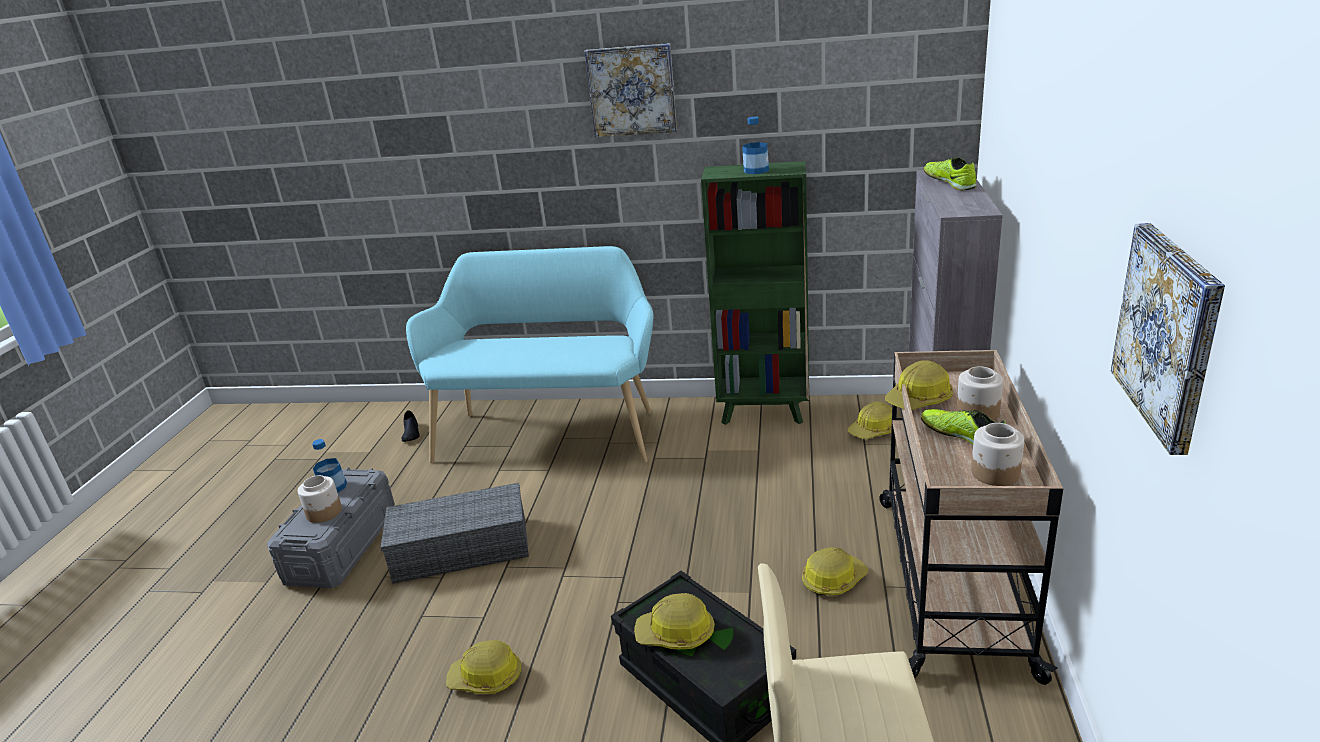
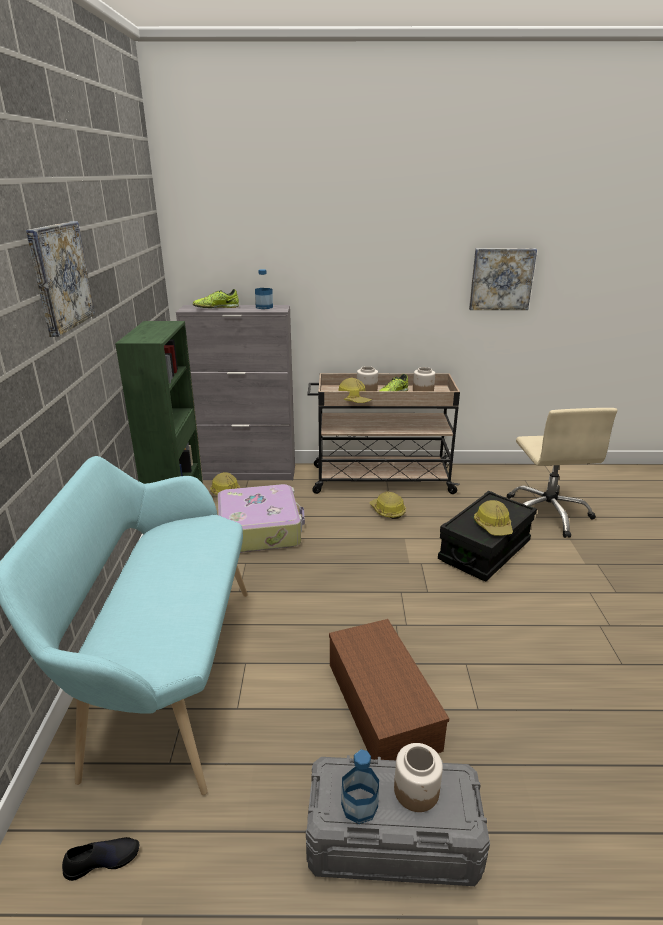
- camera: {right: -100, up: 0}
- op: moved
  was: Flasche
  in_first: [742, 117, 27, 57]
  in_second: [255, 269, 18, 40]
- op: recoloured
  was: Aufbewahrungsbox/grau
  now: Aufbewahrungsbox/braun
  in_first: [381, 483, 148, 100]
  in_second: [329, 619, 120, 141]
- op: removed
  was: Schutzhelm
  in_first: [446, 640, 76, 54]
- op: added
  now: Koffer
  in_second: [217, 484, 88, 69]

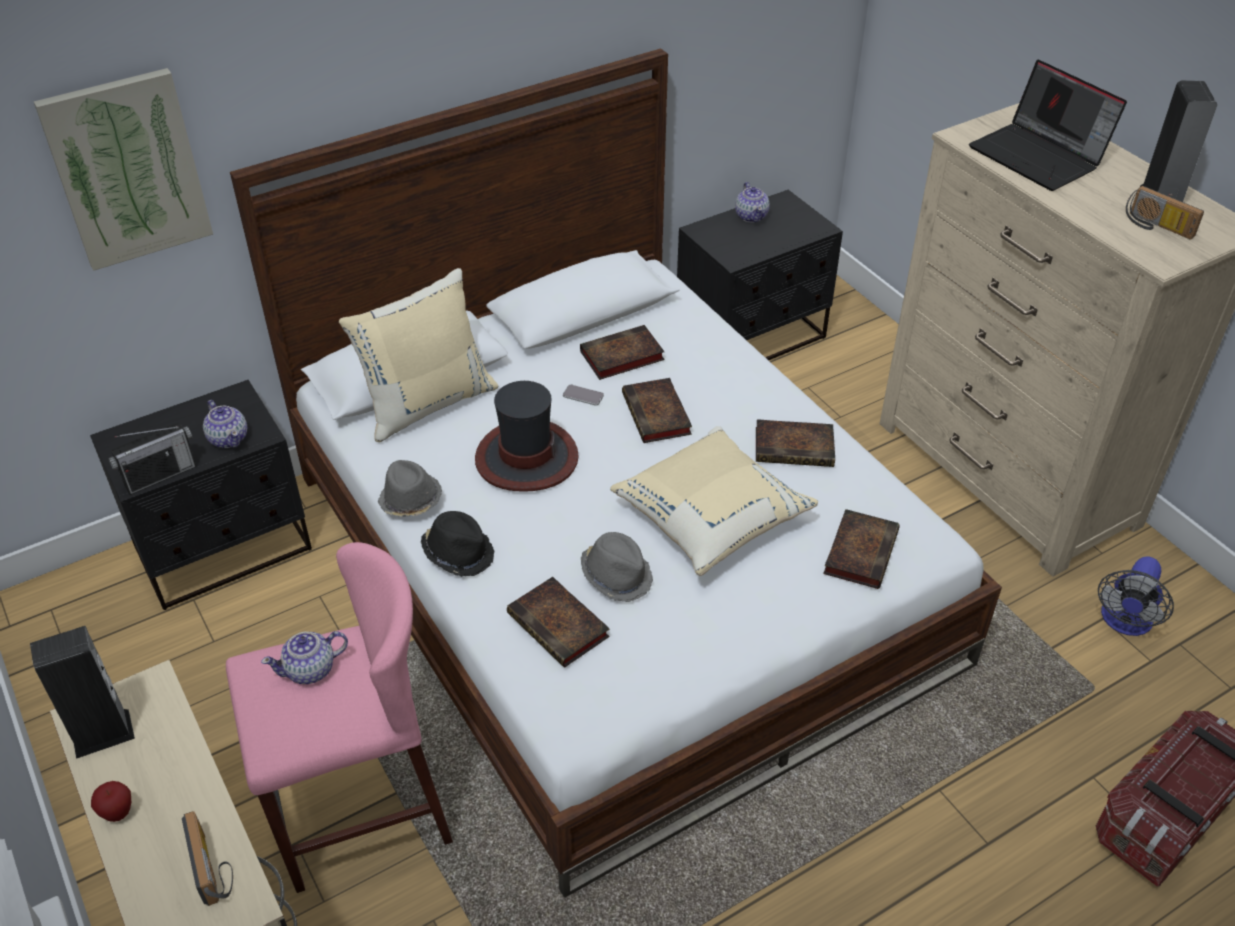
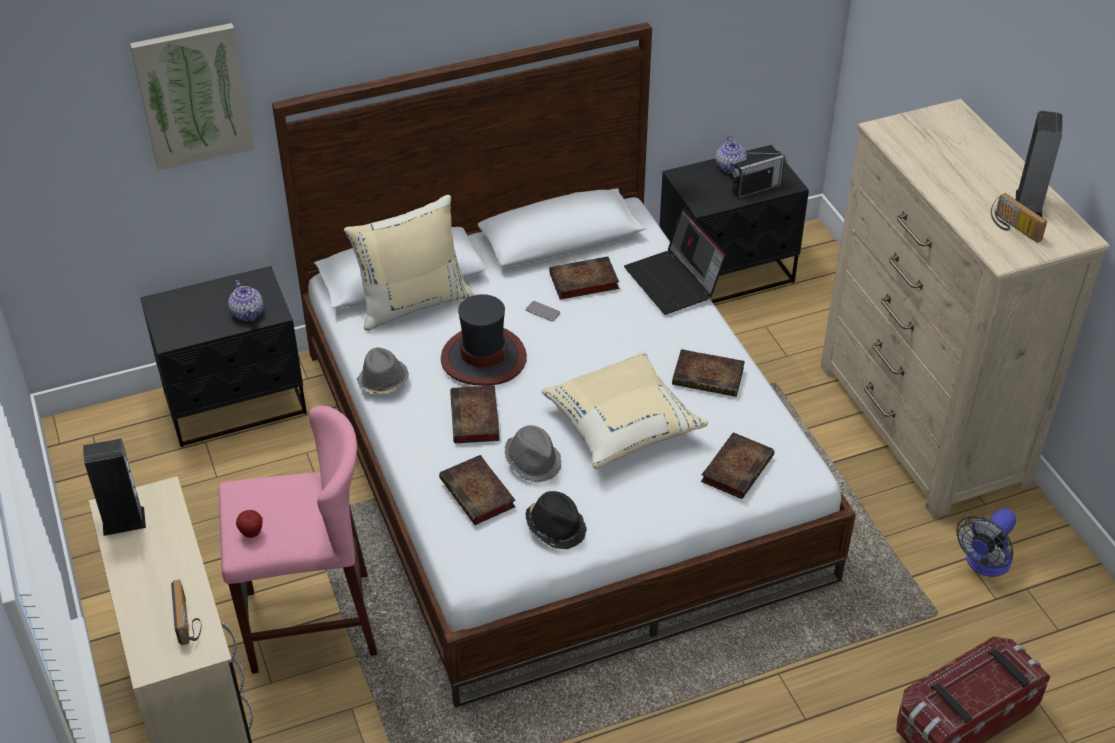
- camera: {right: 10, up: 0}
- op: moved
  was: Laptop
  in_first: [969, 60, 158, 131]
  in_second: [624, 208, 102, 107]
- op: moved
  was: Buch
  in_first: [622, 378, 70, 65]
  in_second: [450, 385, 50, 58]
- op: moved
  was: Radio
  in_first: [108, 423, 89, 72]
  in_second: [732, 151, 55, 48]
- op: moved
  was: Hut/schwarz
  in_first: [421, 511, 74, 66]
  in_second: [525, 491, 62, 58]
- op: removed
  was: Teekanne
  in_first: [261, 631, 87, 53]
- op: moved
  was: Apfel
  in_first: [91, 781, 40, 41]
  in_second: [236, 510, 27, 28]

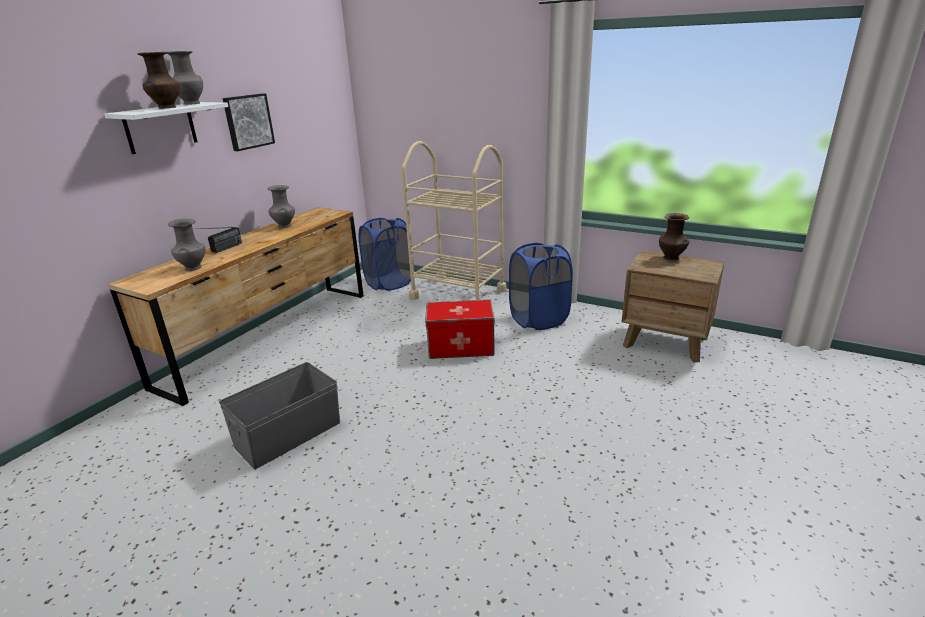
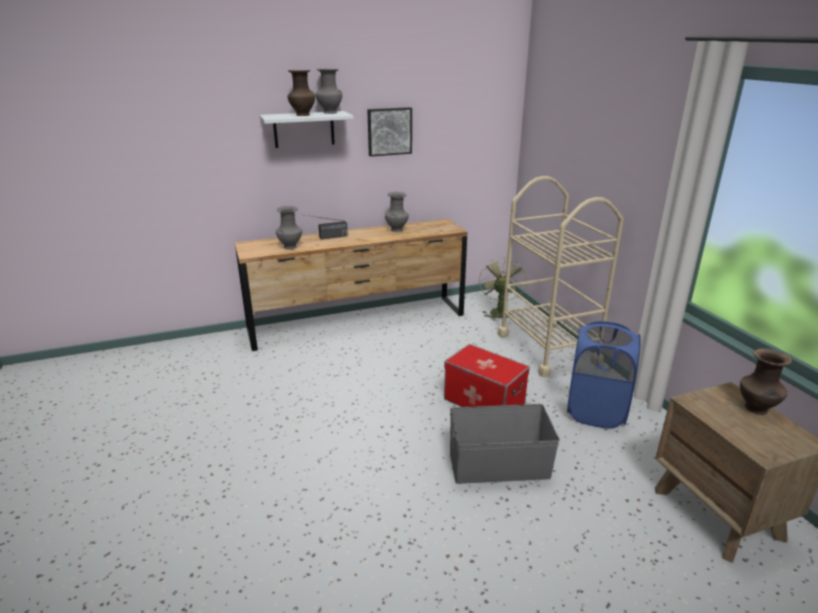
- camera: {right: 40, up: 0}
- op: replaced
  was: Wäschekorb/blau
  now: Ventilator/grün
  in_first: [359, 218, 55, 73]
  in_second: [479, 257, 48, 64]
- op: moved
  was: Aufbewahrungsbox/grau
  in_first: [219, 362, 121, 107]
  in_second: [450, 404, 110, 80]

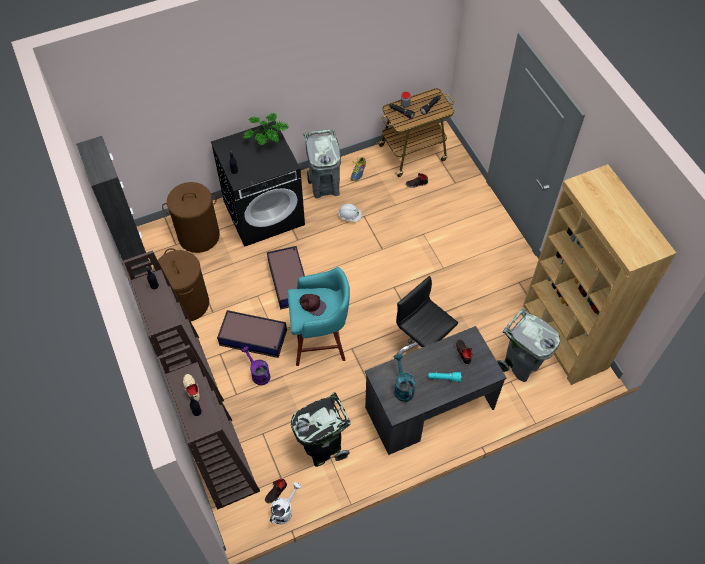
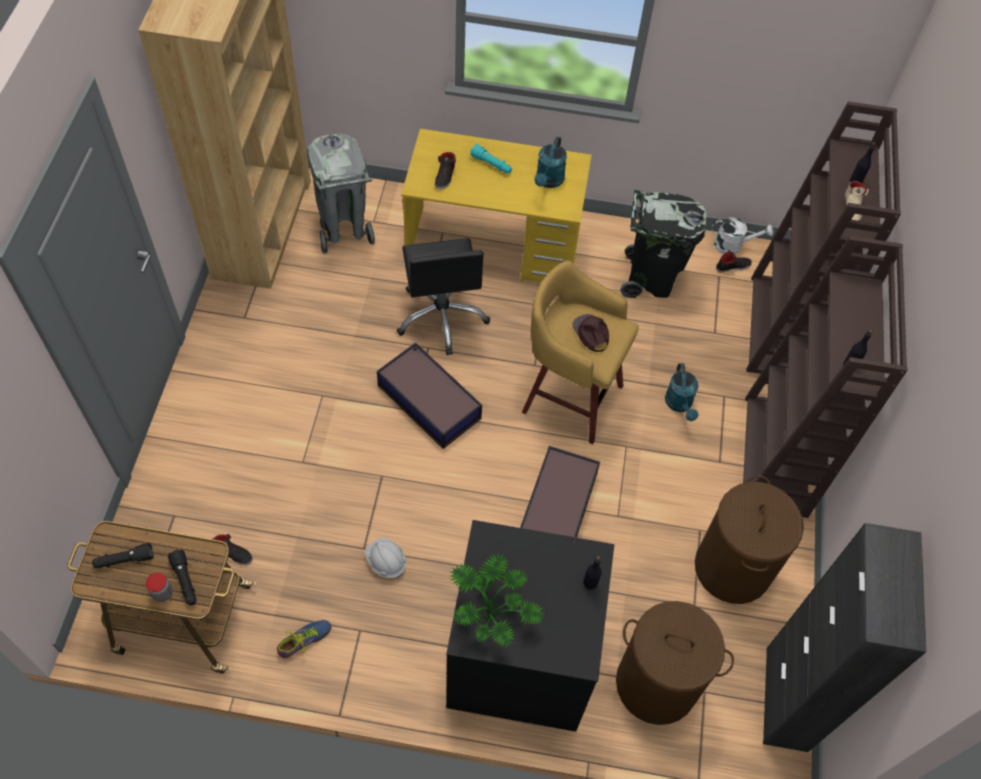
- camera: {right: -150, up: 0}
- op: removed
  was: Mülleimer/grau
  in_first: [303, 129, 38, 70]
- op: recoloured
  was: Hocker/türkis
  now: Hocker/gelb
  in_first: [288, 267, 62, 99]
  in_second: [522, 260, 117, 184]
- op: moved
  was: Aufbewahrungsbox
  in_first: [217, 310, 70, 48]
  in_second: [377, 343, 105, 106]
- op: recoloured
  was: Schreibtisch/grau
  now: Schreibtisch/gelb
  in_first: [365, 326, 142, 129]
  in_second: [401, 128, 191, 155]
- op: recoloured
  was: Gießkanne/lila
  now: Gießkanne/türkis
  in_first: [242, 346, 28, 39]
  in_second: [665, 363, 34, 58]
- op: turned
  was: Gießkanne/weiß
  in_first: [270, 482, 31, 43]
  in_second: [712, 217, 61, 37]
  clockwise: -150

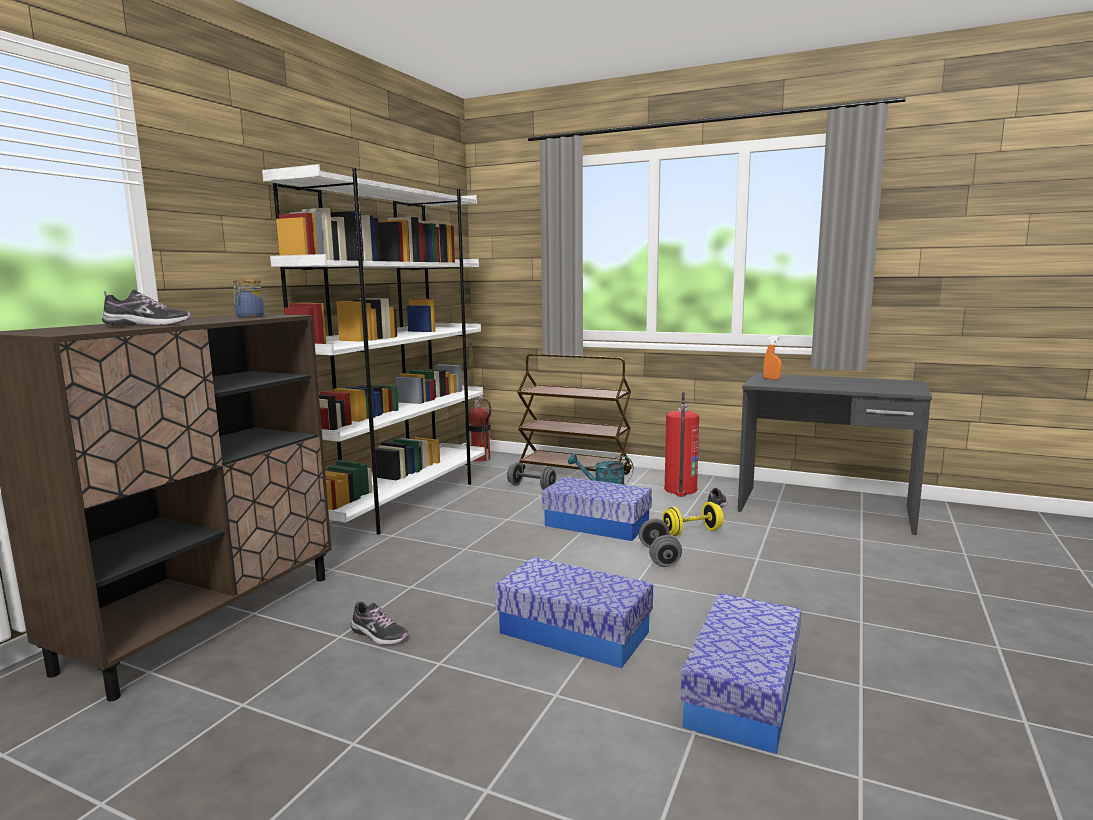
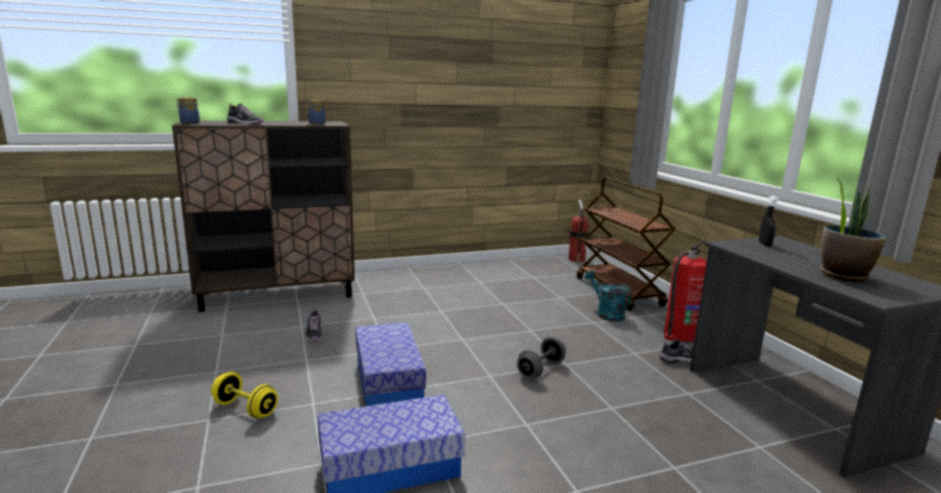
- camera: {right: 45, up: 5}
- op: removed
  was: Bücherregal/weiß
  in_first: [262, 164, 223, 371]
- op: recoloured
  was: Sprühflasche/orange
  now: Sprühflasche/schwarz
  in_first: [763, 336, 19, 44]
  in_second: [759, 196, 20, 50]
- op: removed
  was: Hantel/grau
  in_first: [507, 462, 49, 28]
- op: removed
  was: Aufbewahrungsbox
  in_first: [542, 477, 110, 64]
- op: moved
  was: Hantel/gelb
  in_first: [662, 502, 62, 34]
  in_second: [211, 372, 67, 47]
- op: added
  now: Vorratsglas
  in_second: [176, 97, 24, 27]
- op: added
  now: Topfpflanze
  in_second: [820, 178, 66, 104]

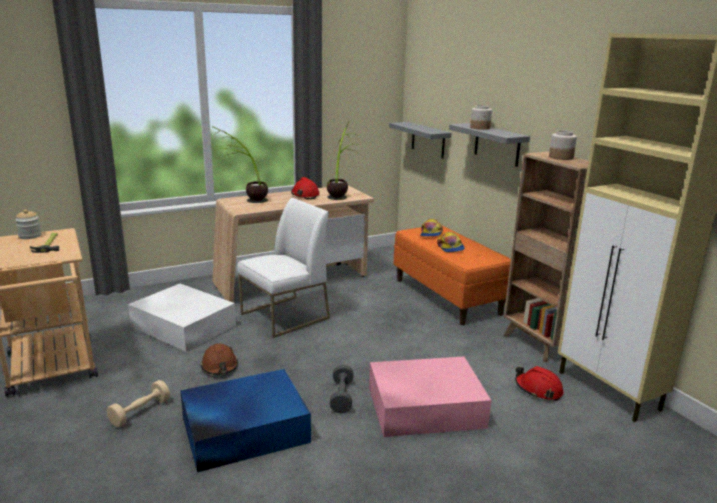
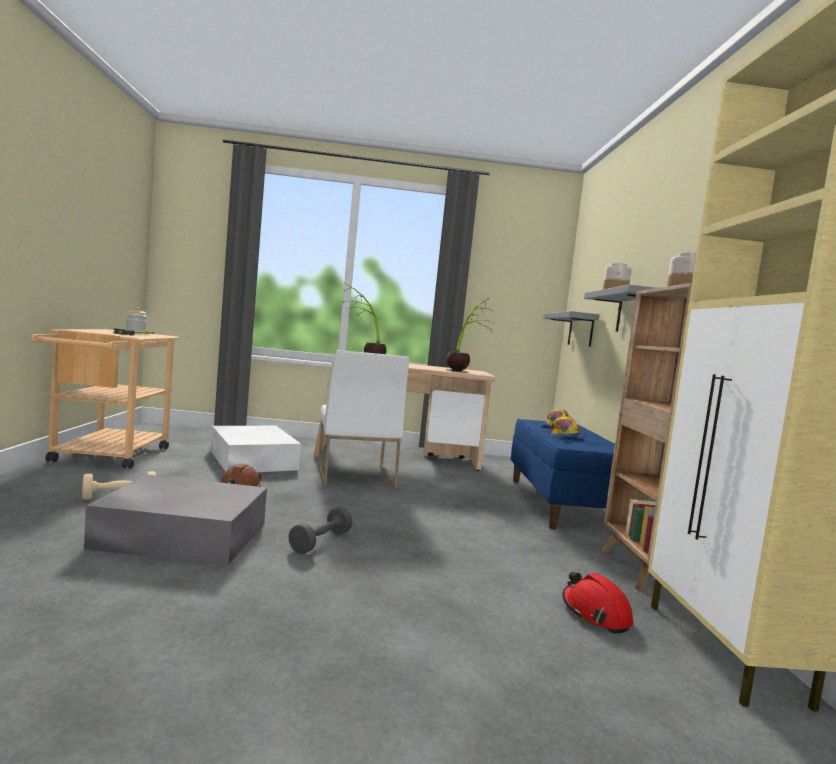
- camera: {right: 25, up: -15}
- op: removed
  was: Schutzhelm/rot
  in_first: [291, 177, 29, 22]
- op: turned
  was: Stuhl/weiß
  in_first: [237, 198, 93, 140]
  in_second: [318, 350, 91, 139]
  clockwise: 90
- op: recoloured
  was: Bank/orange
  now: Bank/blau
  in_first: [394, 226, 117, 99]
  in_second: [511, 419, 104, 110]
- op: removed
  was: Aufbewahrungsbox/rosa
  in_first: [369, 356, 123, 81]
- op: recoloured
  was: Aufbewahrungsbox/blau
  now: Aufbewahrungsbox/grau
  in_first: [180, 369, 131, 103]
  in_second: [84, 475, 183, 90]

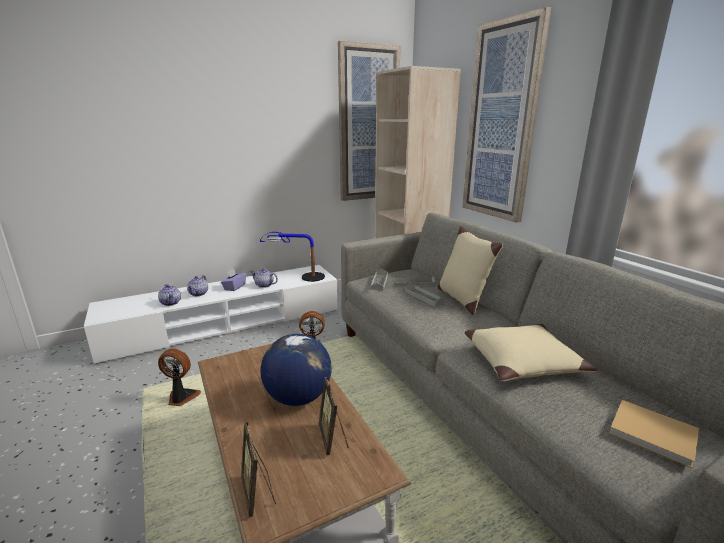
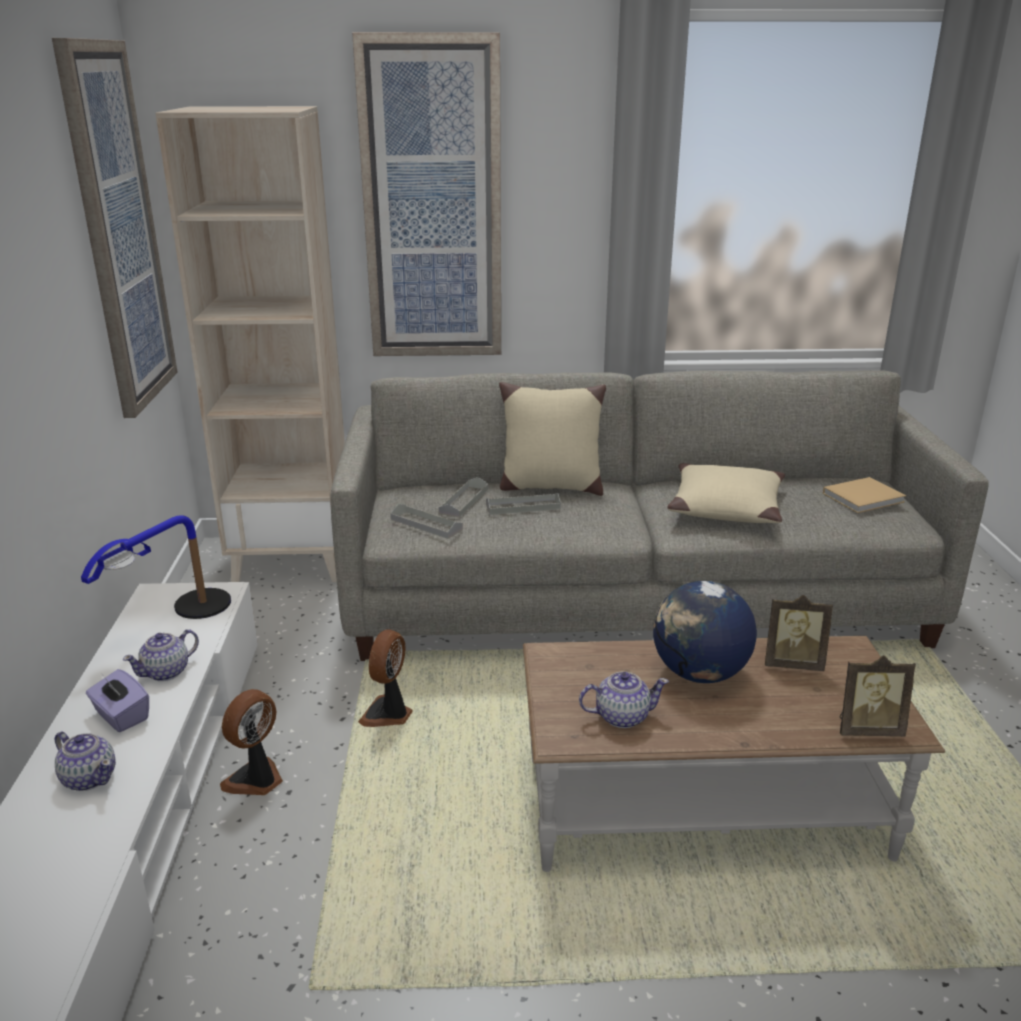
- camera: {right: -65, up: 5}
- op: moved
  was: Teekanne
  in_first: [158, 284, 23, 22]
  in_second: [579, 672, 90, 56]
- op: moved
  was: Ventilator
  in_first: [158, 349, 43, 57]
  in_second: [220, 689, 63, 106]

